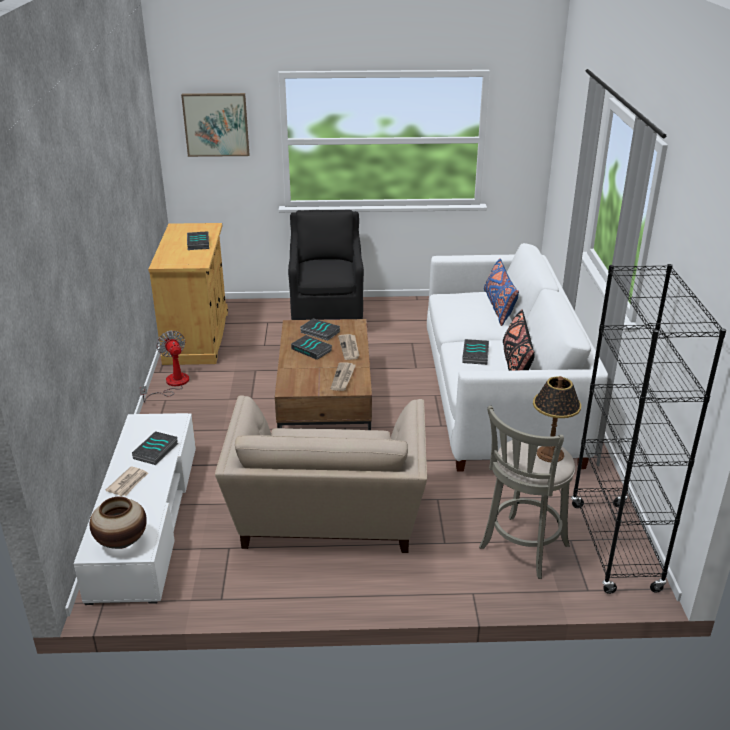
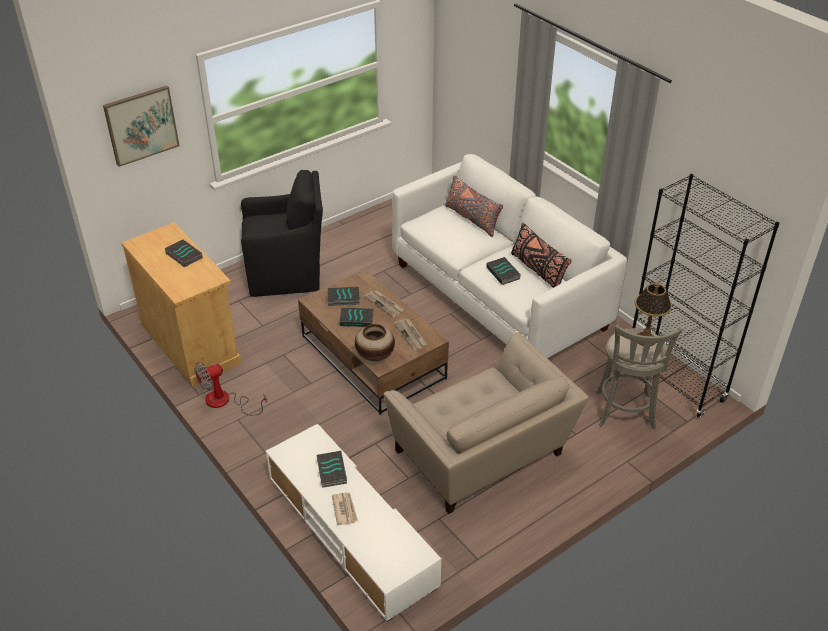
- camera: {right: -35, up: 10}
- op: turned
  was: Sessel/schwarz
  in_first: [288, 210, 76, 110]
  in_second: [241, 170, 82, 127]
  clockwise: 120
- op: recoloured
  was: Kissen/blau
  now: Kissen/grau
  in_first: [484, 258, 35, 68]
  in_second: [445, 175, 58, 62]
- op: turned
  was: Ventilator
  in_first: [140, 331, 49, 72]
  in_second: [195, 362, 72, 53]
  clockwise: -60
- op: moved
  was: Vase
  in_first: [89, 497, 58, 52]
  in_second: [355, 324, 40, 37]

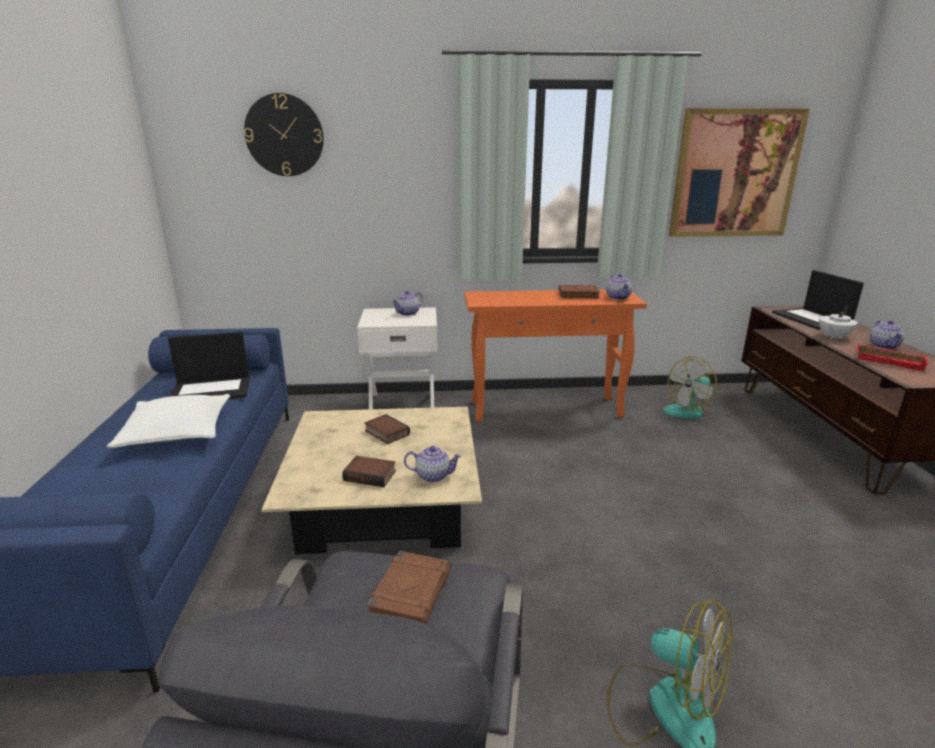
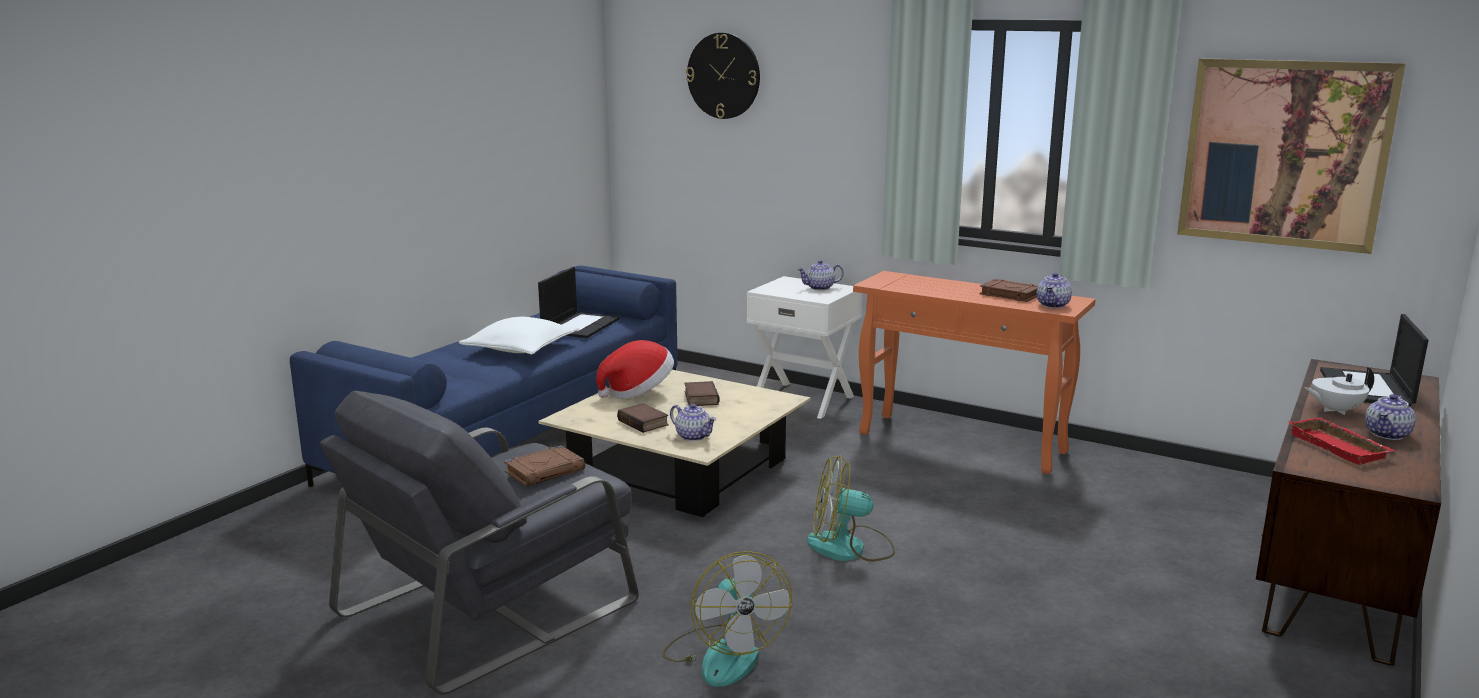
- camera: {right: 35, up: -5}
- op: turned
  was: Laptop
  in_first: [168, 332, 82, 67]
  in_second: [538, 267, 82, 71]
  clockwise: -90
- op: moved
  was: Ventilator
  in_first: [663, 356, 54, 63]
  in_second: [807, 456, 88, 106]
- op: added
  now: Hut
  in_second: [596, 340, 78, 59]

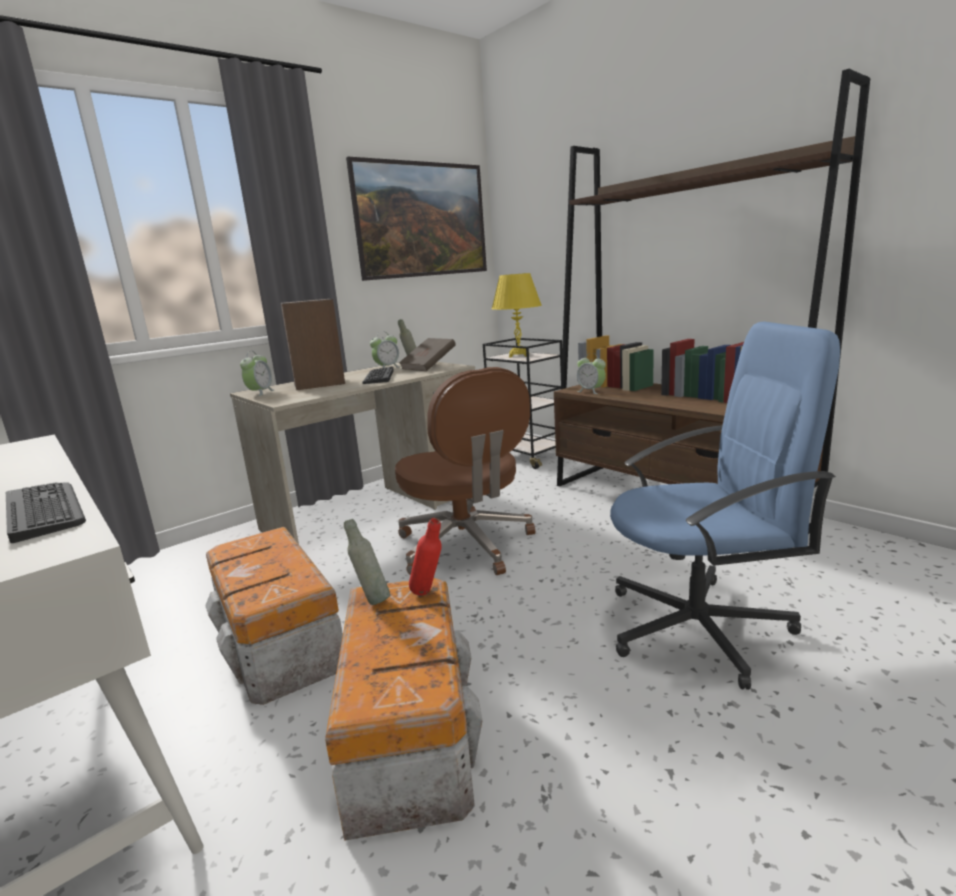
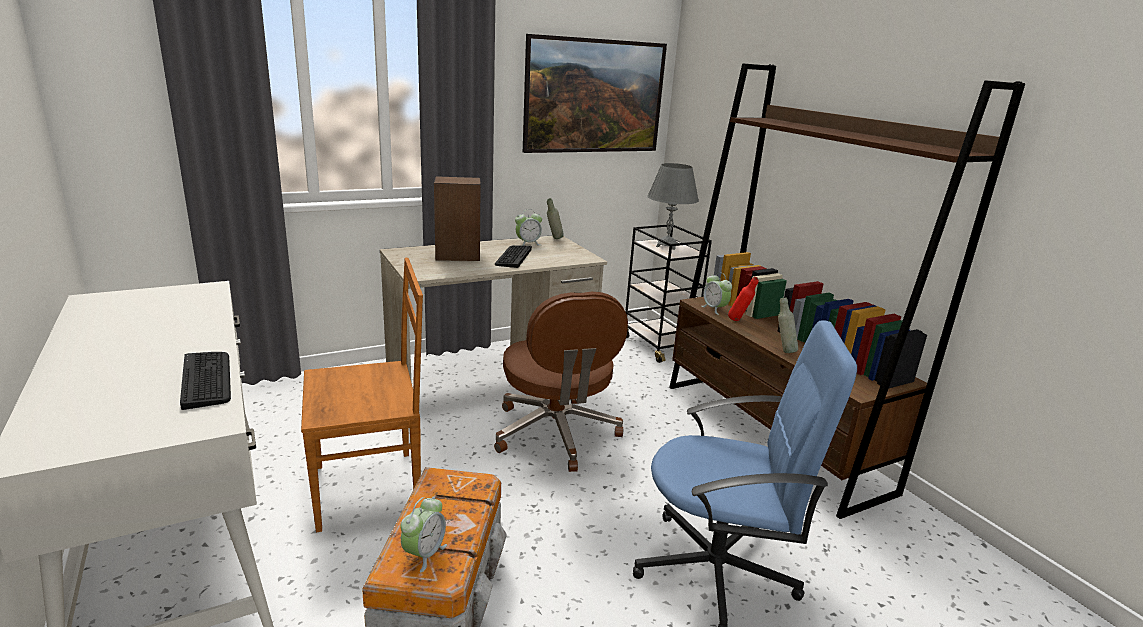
- camera: {right: 10, up: 5}
- op: recoloured
  was: Tischlampe/gelb
  now: Tischlampe/grau
  in_first: [492, 273, 50, 85]
  in_second: [647, 163, 52, 87]
- op: removed
  was: Buch/braun
  in_first: [399, 338, 57, 33]
- op: moved
  was: Wecker
  in_first: [240, 351, 34, 45]
  in_second: [400, 497, 47, 76]
- op: moved
  was: Flasche/rot
  in_first: [409, 518, 33, 77]
  in_second: [728, 277, 31, 44]
- op: moved
  was: Flasche/grau
  in_first: [344, 519, 46, 86]
  in_second: [778, 297, 20, 56]
- op: replaced
  was: Aufbewahrungsbox
  now: Stuhl/braun
  in_first: [206, 527, 137, 178]
  in_second: [301, 258, 122, 275]

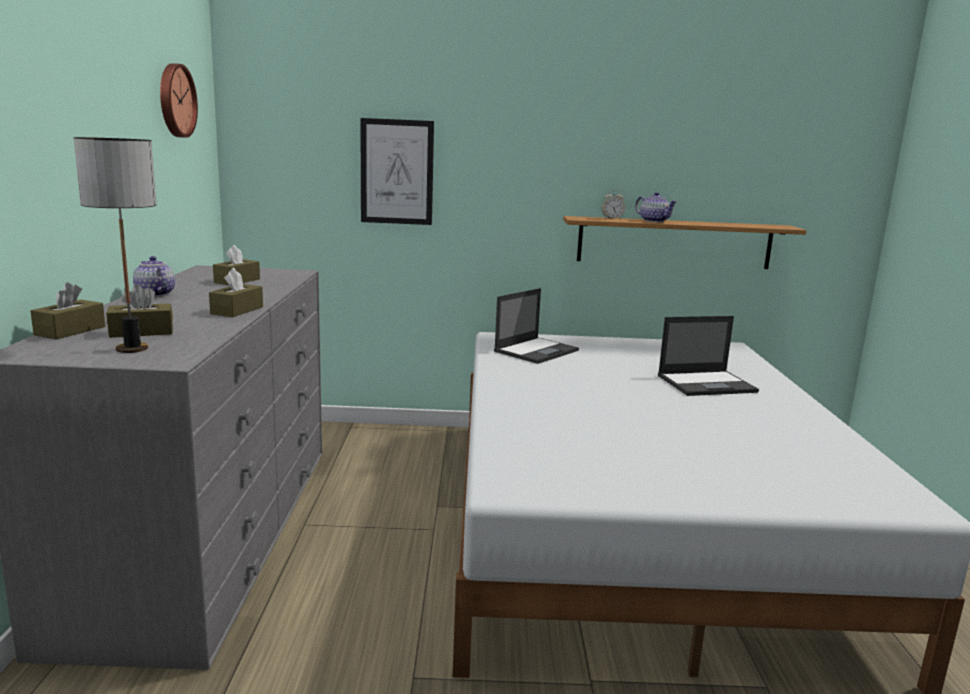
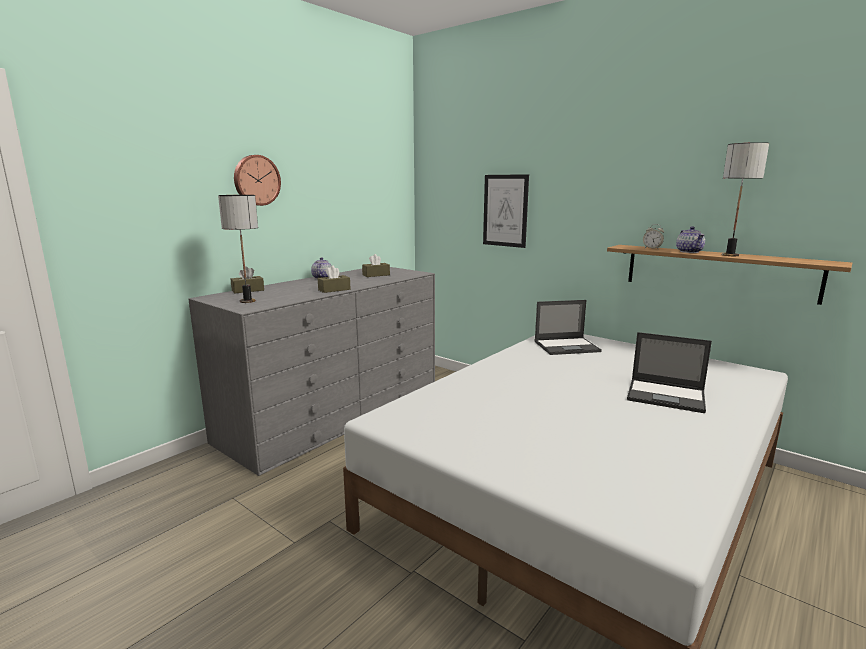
- camera: {right: 40, up: 0}
- op: moved
  was: Wanduhr
  in_first: [160, 63, 38, 75]
  in_second: [234, 155, 47, 51]
- op: removed
  was: Taschentuchbox/braun
  in_first: [106, 284, 67, 54]
- op: added
  now: Tischlampe
  in_second: [722, 142, 47, 114]

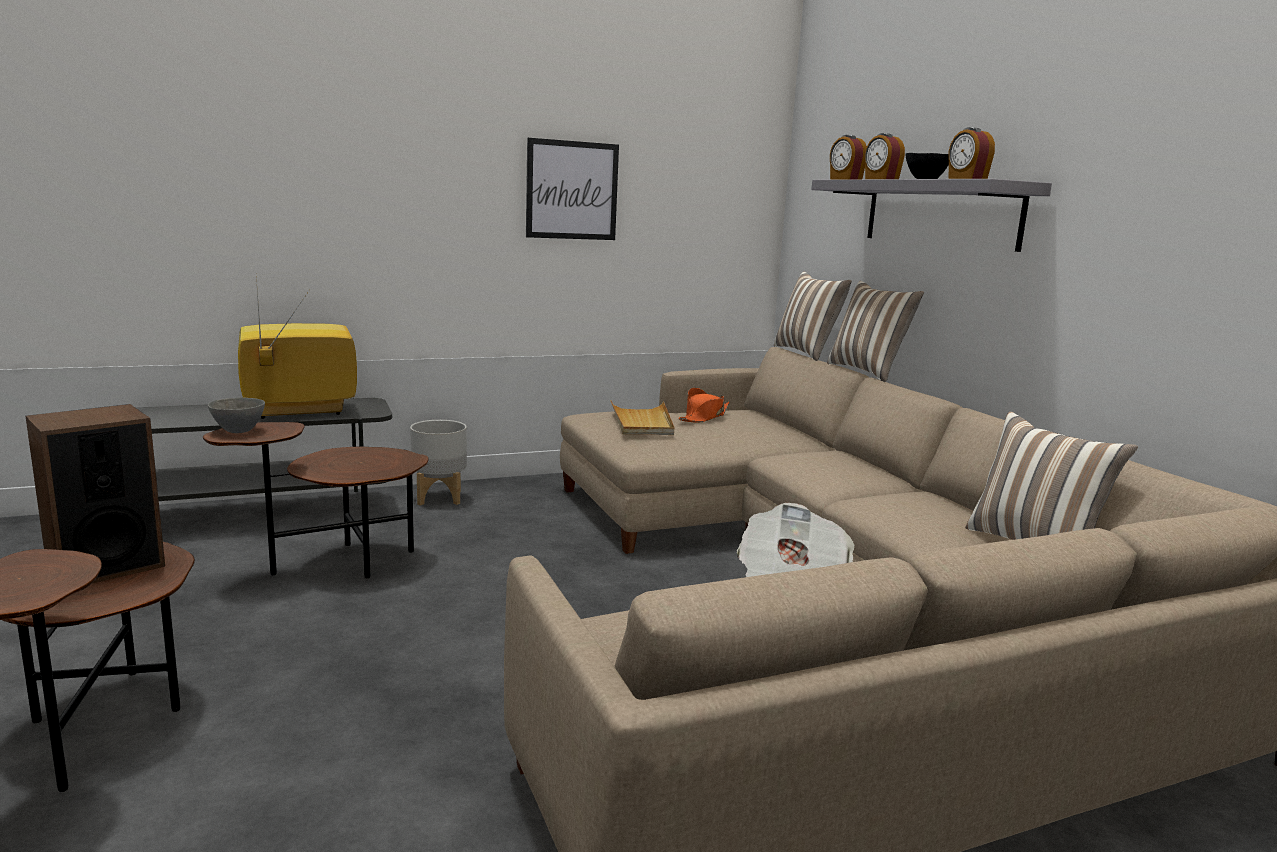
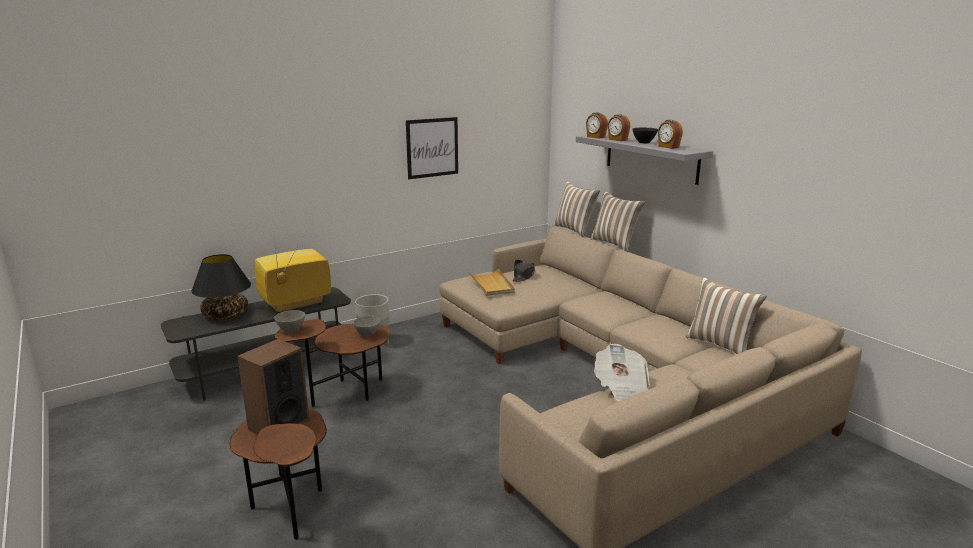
- camera: {right: -10, up: 5}
- op: recoloured
  was: Hut/orange
  now: Hut/schwarz
  in_first: [678, 388, 51, 35]
  in_second: [512, 260, 23, 22]
- op: added
  now: Tischlampe/schwarz
  in_second: [191, 254, 60, 66]
- op: added
  now: Schüssel/grau
  in_second: [353, 316, 27, 21]

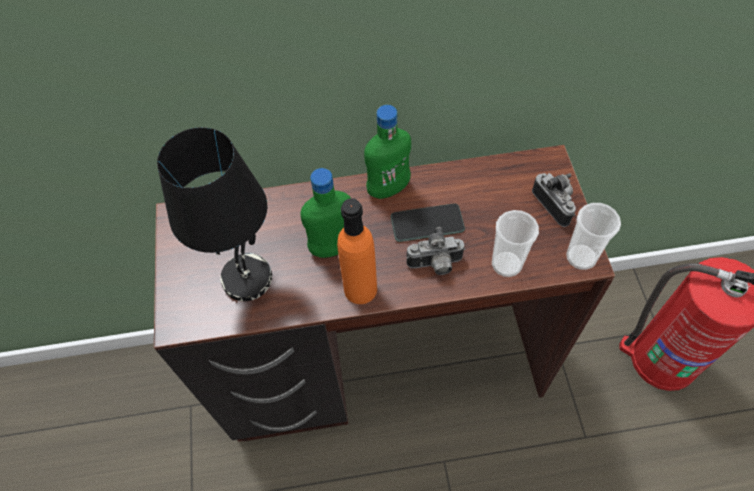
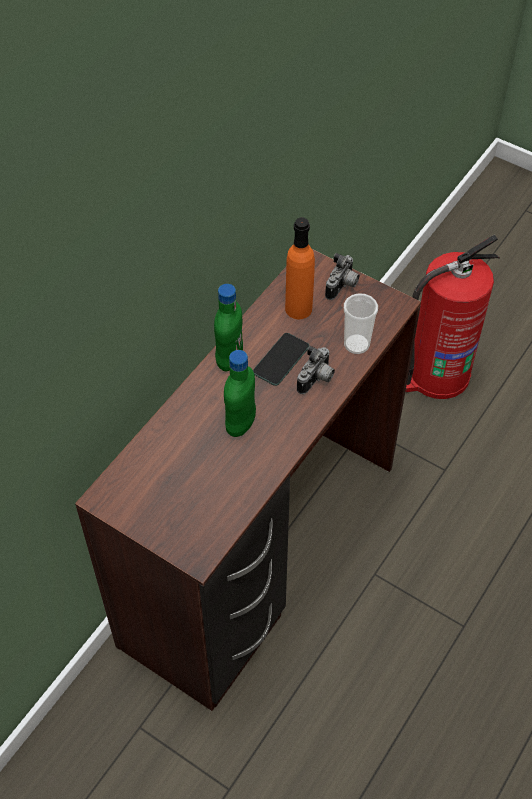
- camera: {right: -50, up: -5}
- op: removed
  was: Tischlampe/schwarz
  in_first: [157, 127, 115, 174]
- op: turned
  was: Kamera
  in_first: [532, 173, 44, 54]
  in_second: [325, 253, 34, 47]
  clockwise: 105
- op: moved
  was: Flasche/orange
  in_first: [337, 198, 40, 106]
  in_second: [285, 217, 30, 102]
- op: removed
  was: Tasse
  in_first: [566, 203, 55, 67]

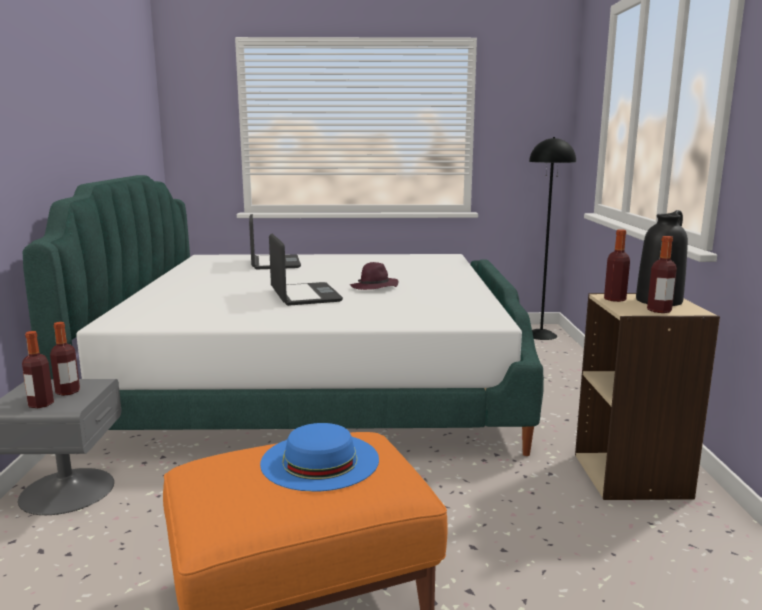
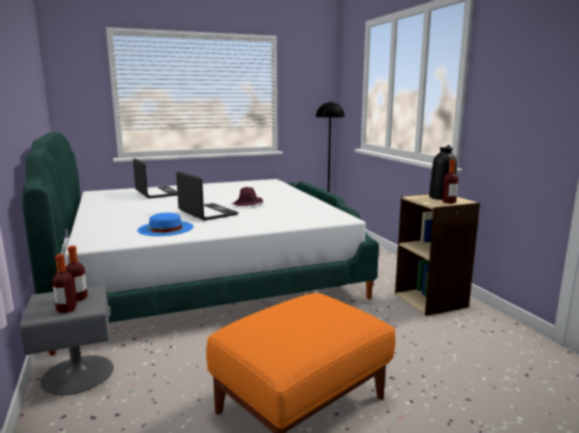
- camera: {right: -20, up: 0}
- op: removed
  was: Flasche
  in_first: [604, 229, 26, 73]
- op: moved
  was: Hut/blau
  in_first: [260, 423, 119, 69]
  in_second: [137, 213, 56, 23]

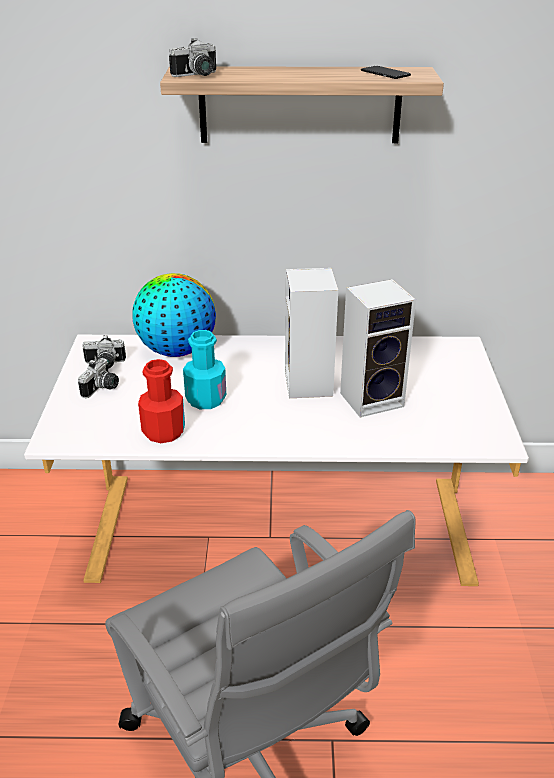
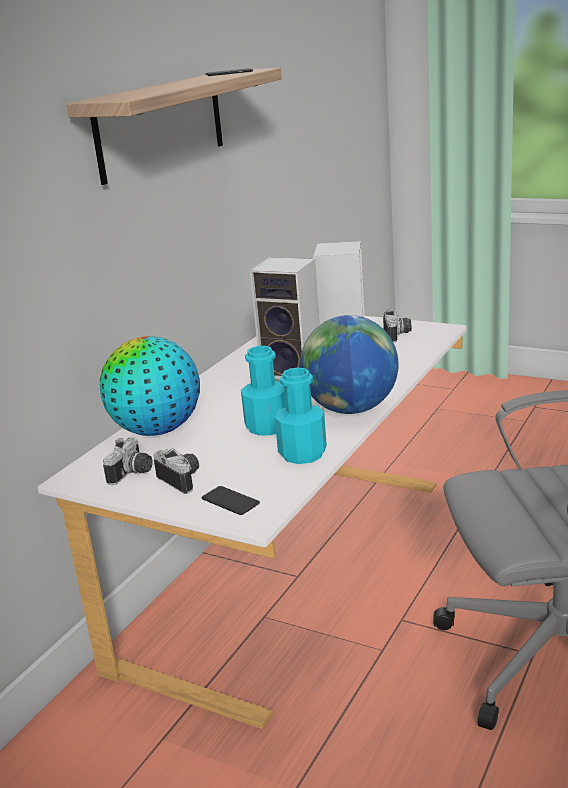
- camera: {right: -60, up: -10}
- op: moved
  was: Kamera
  in_first: [169, 38, 47, 39]
  in_second: [383, 309, 29, 34]
- op: recoloured
  was: Flasche/rot
  now: Flasche/türkis
  in_first: [138, 359, 47, 84]
  in_second: [275, 367, 52, 97]
- op: added
  now: Globus
  in_second: [300, 315, 99, 99]
- op: added
  now: Handy
  in_second: [202, 486, 58, 29]

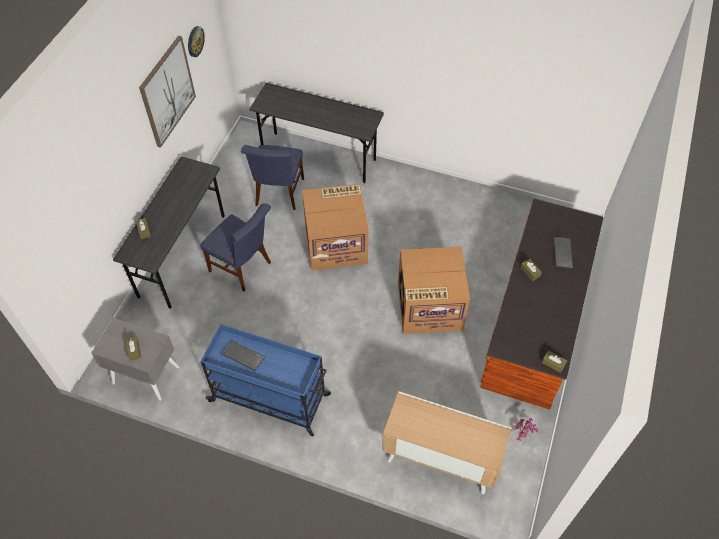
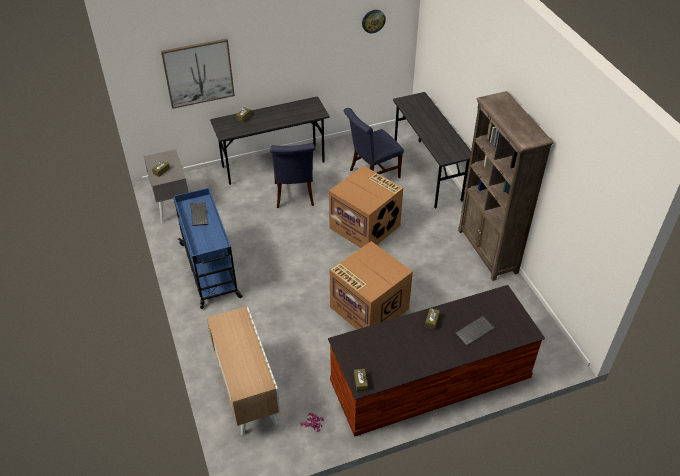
- camera: {right: 50, up: -10}
- op: moved
  was: Bild
  in_first: [139, 36, 57, 112]
  in_second: [161, 39, 74, 70]
- op: added
  now: Bücherregal/braun
  in_second: [458, 91, 96, 190]

